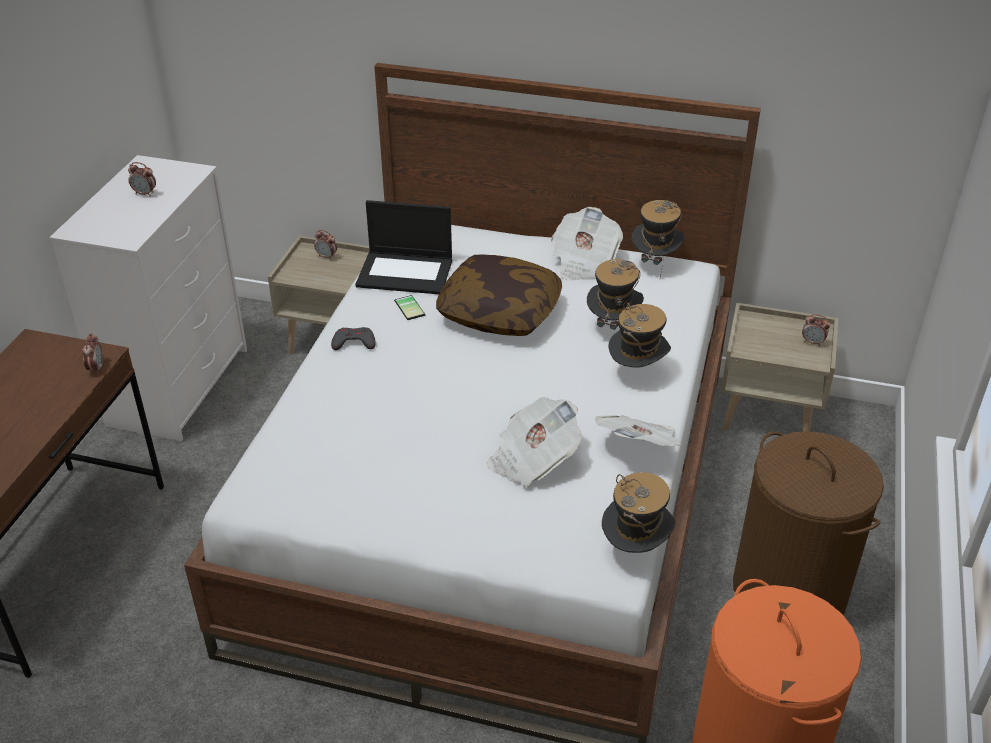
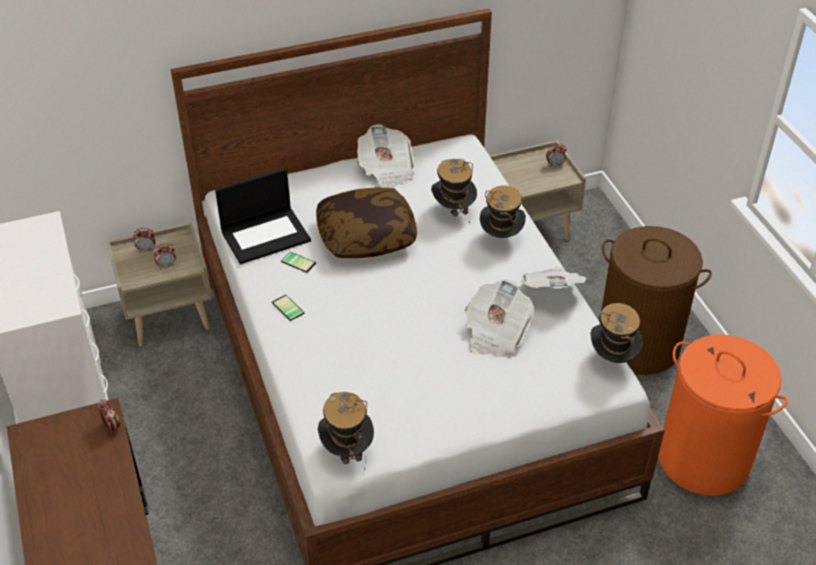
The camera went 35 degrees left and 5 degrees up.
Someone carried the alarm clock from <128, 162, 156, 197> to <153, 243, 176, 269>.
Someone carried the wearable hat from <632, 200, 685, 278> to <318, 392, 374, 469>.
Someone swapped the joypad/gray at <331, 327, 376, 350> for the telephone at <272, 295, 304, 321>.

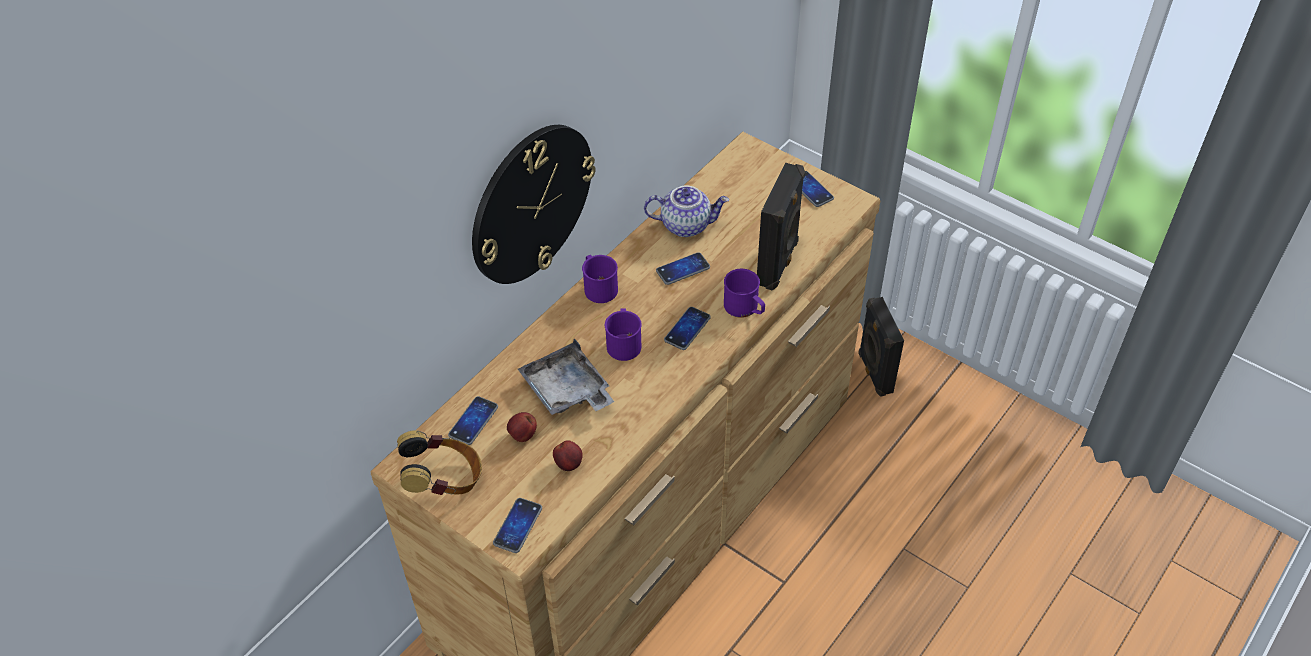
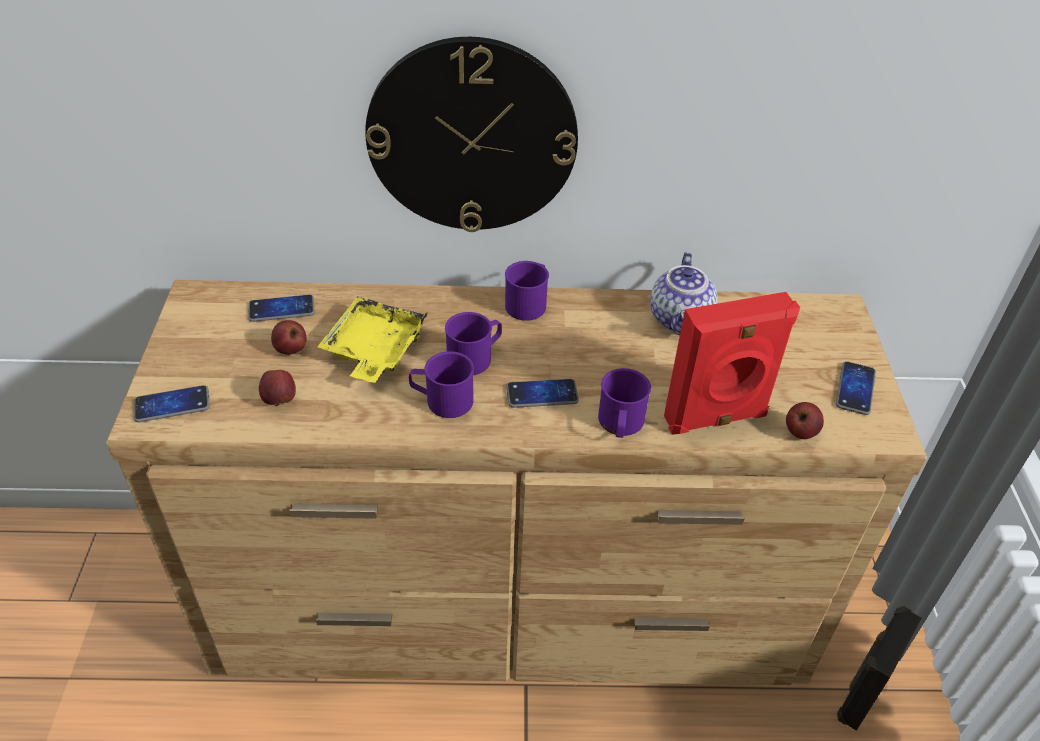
The camera went 50 degrees right and 5 degrees down.
Someone took away the pair of headphones at <397, 430, 482, 495>.
Someone took away the telephone at <656, 252, 710, 285>.
Someone put down the tea mug/purple at <409, 351, 474, 418>.
Someone put down the apple at <786, 402, 824, 439>.
Someone repainted the tray/gray at <518, 338, 614, 415>, which became the tray/yellow at <317, 296, 428, 383>.
Someone repainted the loudspeaker/blackish at <757, 163, 805, 291>, which became the loudspeaker/reddish at <664, 292, 800, 435>.
Someone rotated the tea pot at <644, 185, 729, 237> by 45 degrees clockwise.

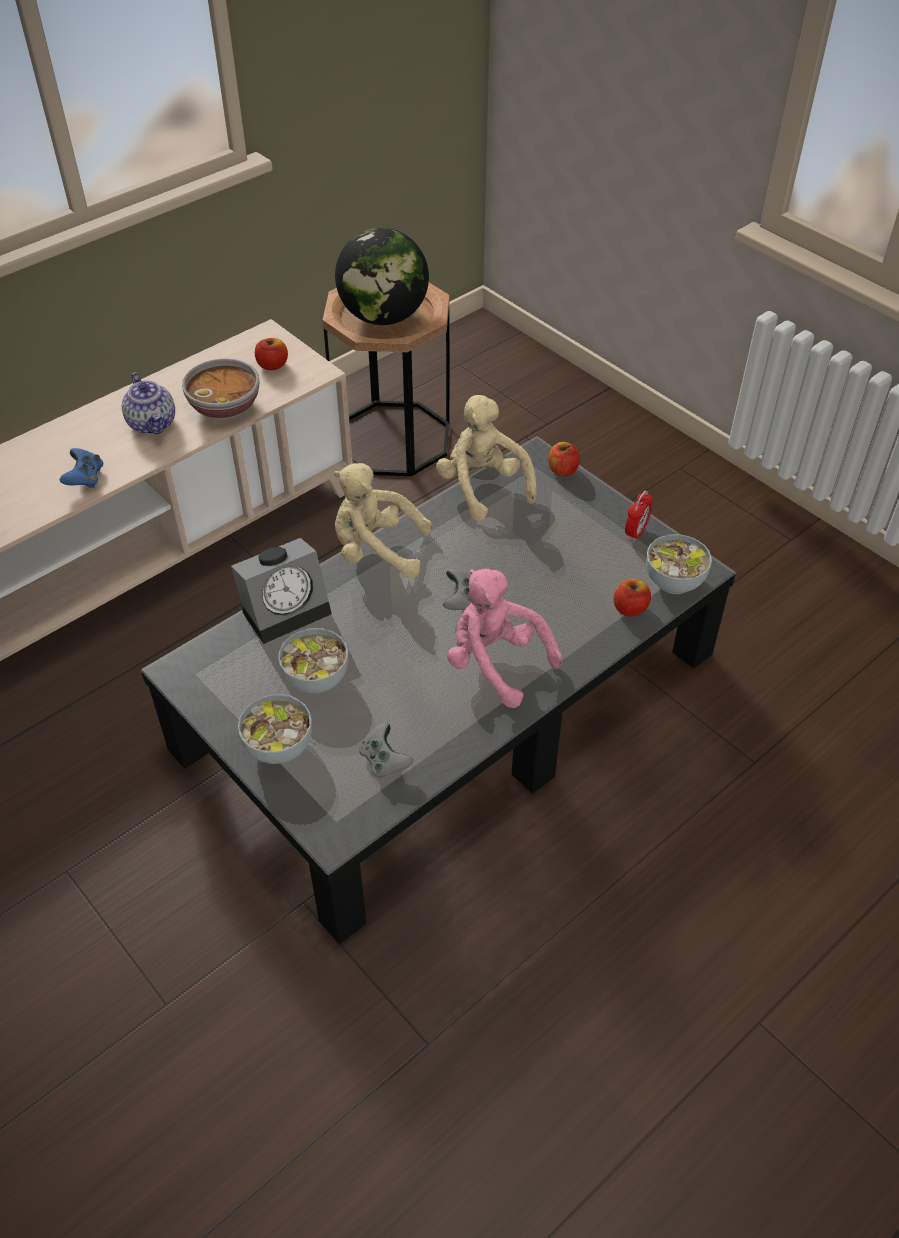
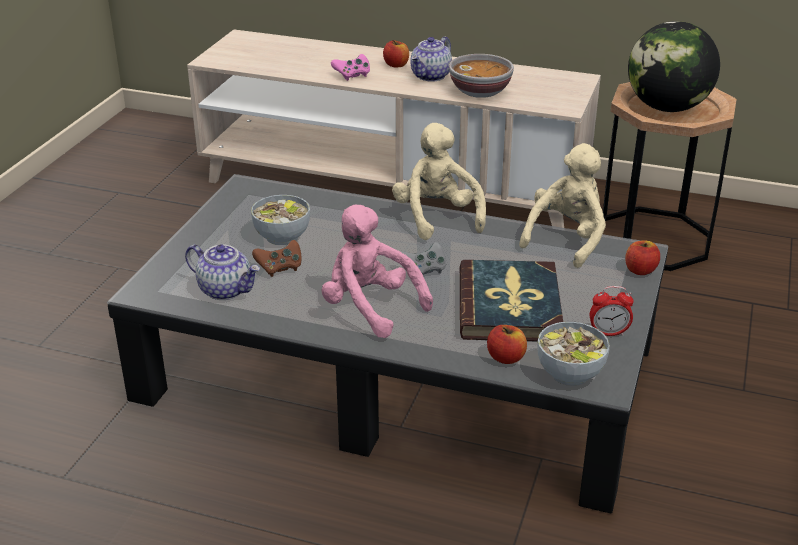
The camera went 60 degrees right and 15 degrees down.
Someone took away the alarm clock at <231, 538, 332, 644>.
Someone took away the deep dish at <238, 694, 312, 764>.
Someone put down the joypad/brownish at <252, 240, 302, 277>.
Someone put down the volume at <460, 260, 563, 342>.
Someone carried the apple from <255, 338, 288, 370> to <383, 40, 409, 67>.
Someone swapped the joypad/gray at <359, 723, 413, 778> for the tea pot at <185, 244, 260, 300>.
Someone repainted the joypad/blue-coloured at <60, 448, 103, 488>, which became the joypad/pink at <331, 54, 370, 81>.
Someone rotated the soft toy/pink at <447, 569, 563, 708> by 60 degrees counterclockwise.

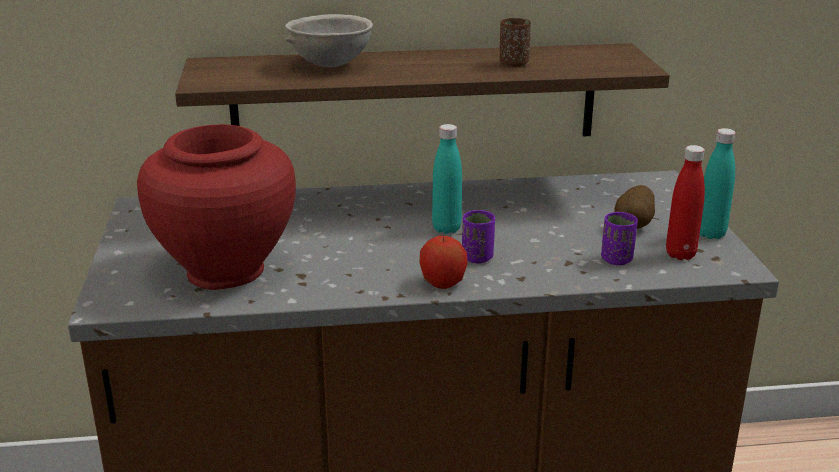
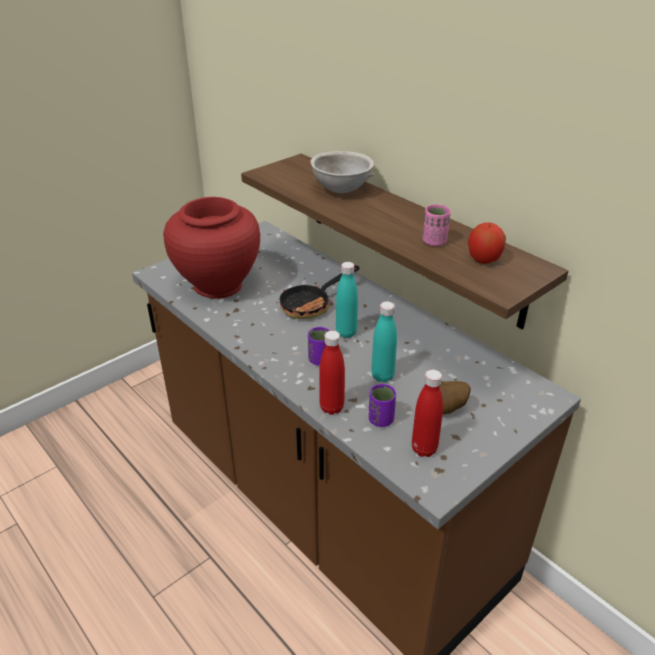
The camera went 55 degrees right and 10 degrees up.
Someone put down the frying pan at <280, 266, 359, 319>.
Someone put down the beverage bottle/reddish at <319, 331, 345, 415>.
Someone carried the apple from <419, 236, 468, 289> to <468, 222, 506, 264>.
Someone carried the beverage bottle/turquoise from <700, 128, 736, 239> to <371, 301, 397, 383>.
Someone repainted the cup/brownish at <500, 18, 531, 67>, which became the cup/pink at <422, 204, 451, 246>.

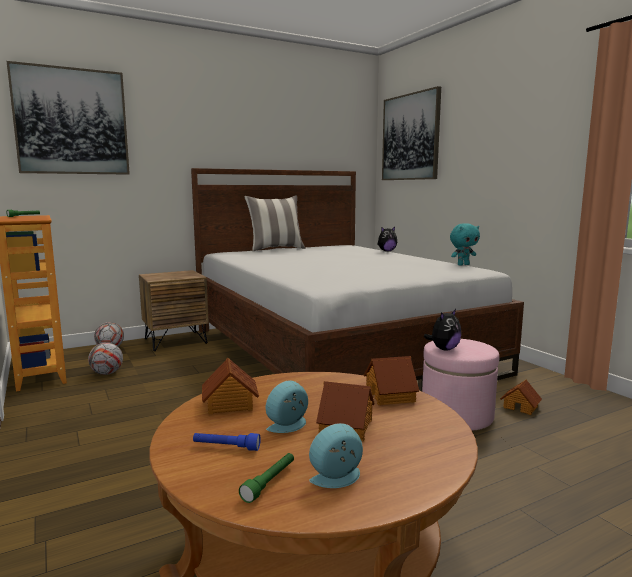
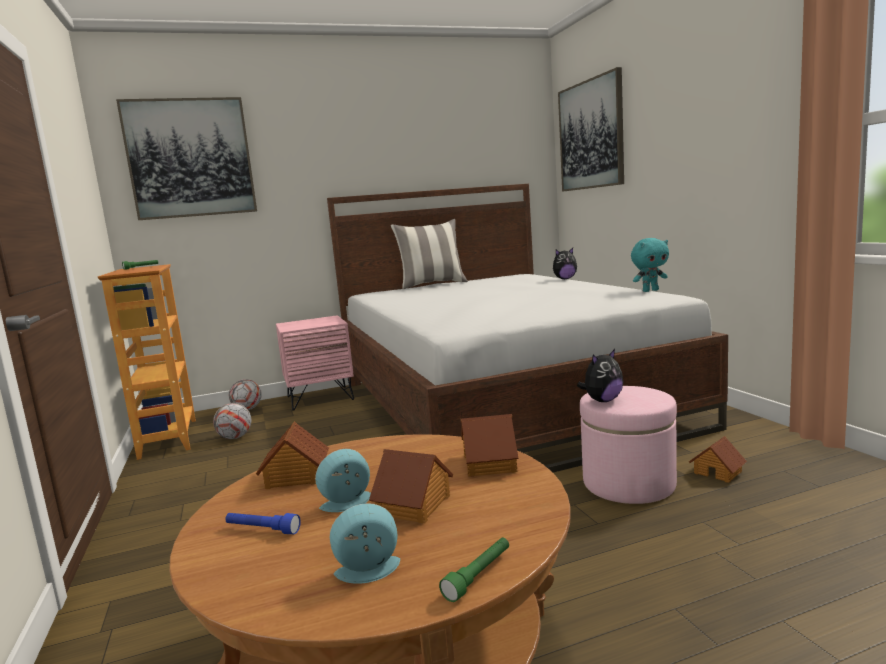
The camera went 10 degrees right and 0 degrees up.
Someone carried the hand torch/green from <239, 453, 294, 503> to <439, 538, 509, 602>.
Someone repainted the bedside table/brownish at <139, 270, 209, 351>, which became the bedside table/pink at <276, 315, 354, 411>.

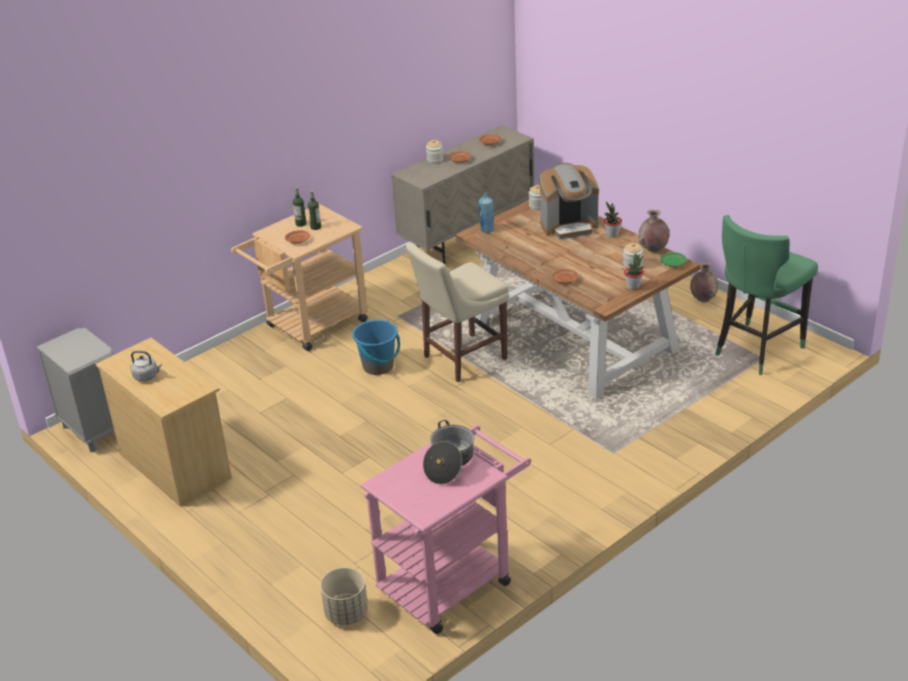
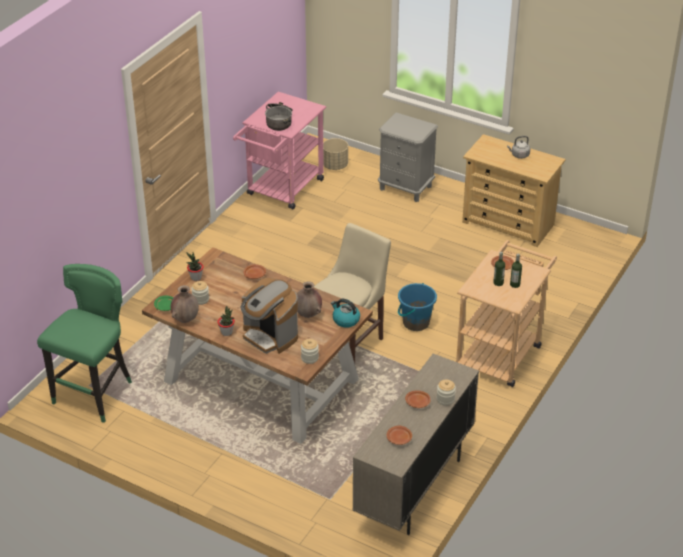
The camera went 160 degrees right and 5 degrees up.
Someone carried the bedside table/gray from <36, 328, 114, 452> to <378, 113, 438, 202>.
Someone carried the decorative vase/brownish from <690, 262, 719, 302> to <297, 281, 322, 318>.
Someone swapped the beverage bottle/blue-coloured at <479, 192, 494, 233> for the water kettle at <331, 299, 360, 328>.
Someone rotated the coffee maker at <539, 163, 599, 239> by 105 degrees counterclockwise.

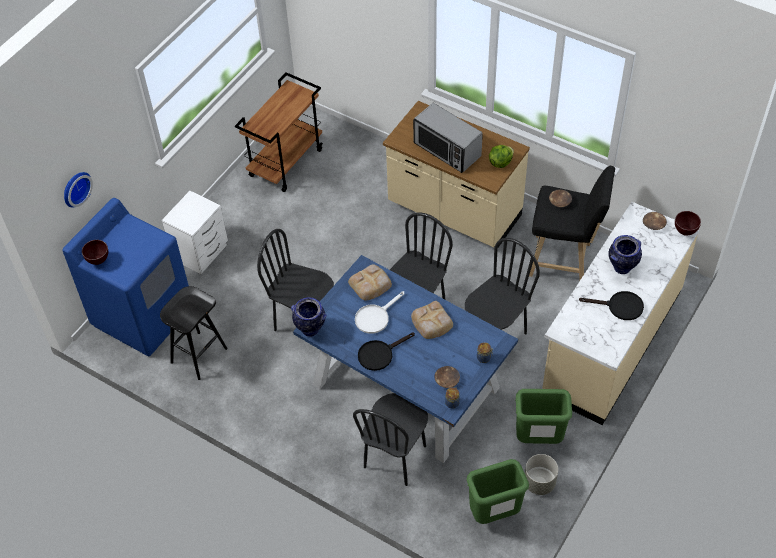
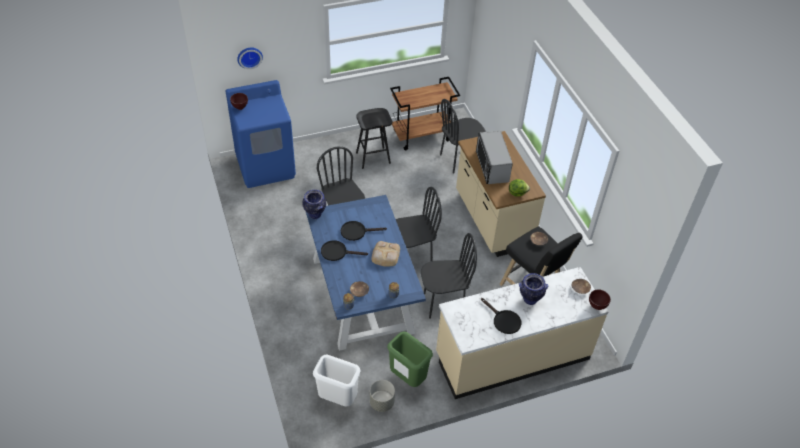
The camera went 35 degrees right and 5 degrees down.
Someone took away the bedside table/whitish at <162, 191, 228, 274>.
Someone took away the bakery bread at <348, 264, 392, 300>.
Someone carried the stool seat/blackish from <160, 286, 228, 380> to <356, 108, 392, 169>.
Someone carried the plain chair/blackish from <353, 393, 428, 486> to <440, 99, 486, 173>.
Someone repainted the frying pan/whitish at <355, 291, 404, 334>, which became the frying pan/blackish at <341, 221, 387, 241>.
Someone repainted the waste bin/green at <467, 459, 529, 524>, which became the waste bin/whitish at <313, 355, 361, 407>.

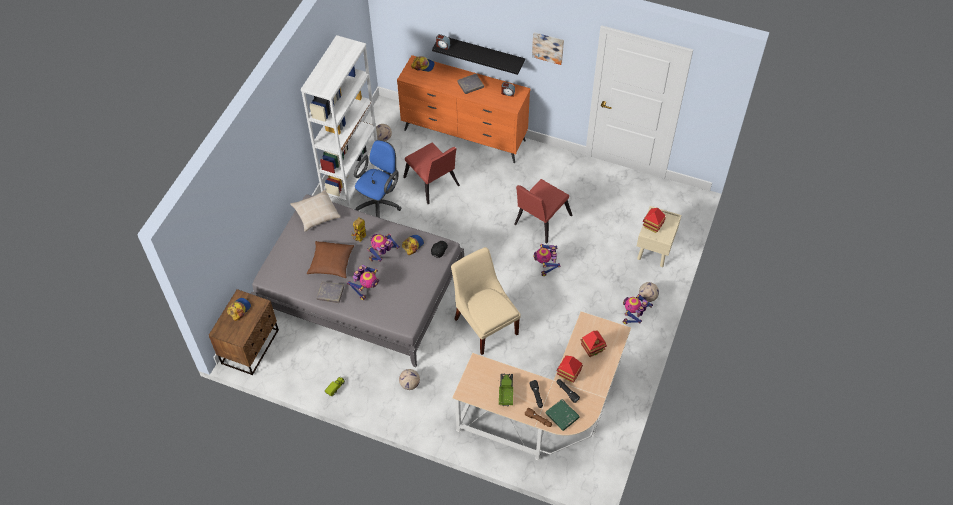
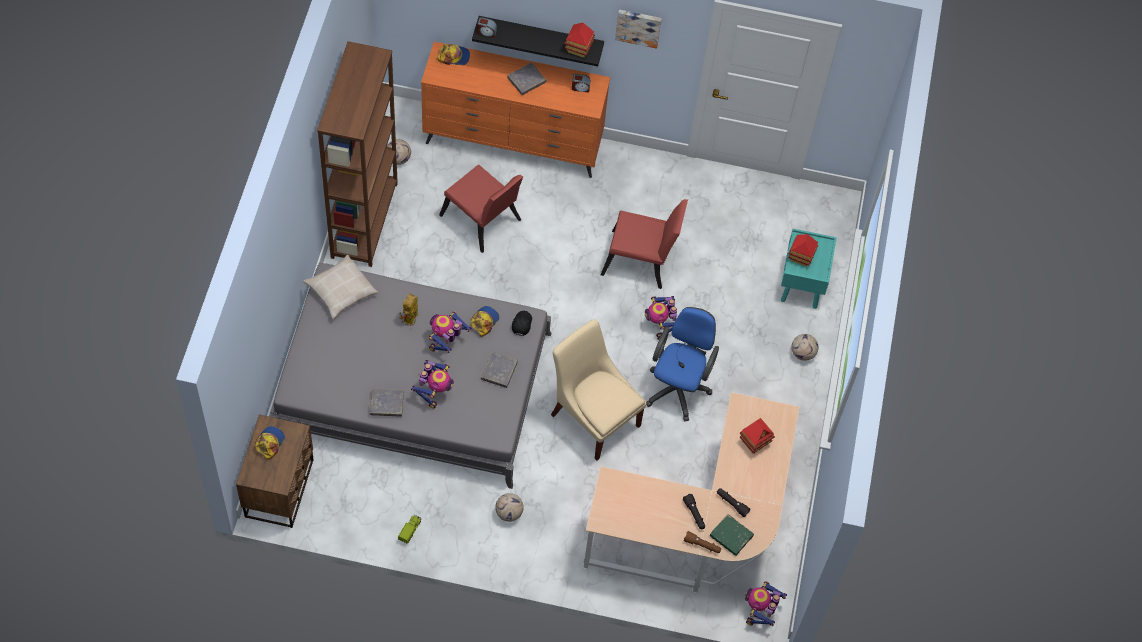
The camera went 15 degrees left and 5 degrees up.
Someone took away the cushion/brownish at <307, 241, 354, 278>.
Someone took away the model truck at <499, 374, 513, 407>.
Someone put down the volume/gray at <481, 352, 518, 388>.
Someone carried the office chair/blue-coloured from <354, 140, 402, 218> to <646, 307, 719, 421>.
Someone carried the toy house from <557, 355, 583, 383> to <565, 23, 595, 58>.
Someone carried the toy robot from <623, 294, 653, 324> to <745, 581, 787, 626>.
Someone repainted the bookshelf/whitish at <301, 35, 377, 206>, which became the bookshelf/brownish at <317, 41, 398, 267>.
Someone repainted the bedside table/beige at <637, 206, 682, 267>, which became the bedside table/turquoise at <781, 229, 837, 309>.
Someone rotated the plain chair/reddish at <514, 179, 572, 243> by 105 degrees counterclockwise.

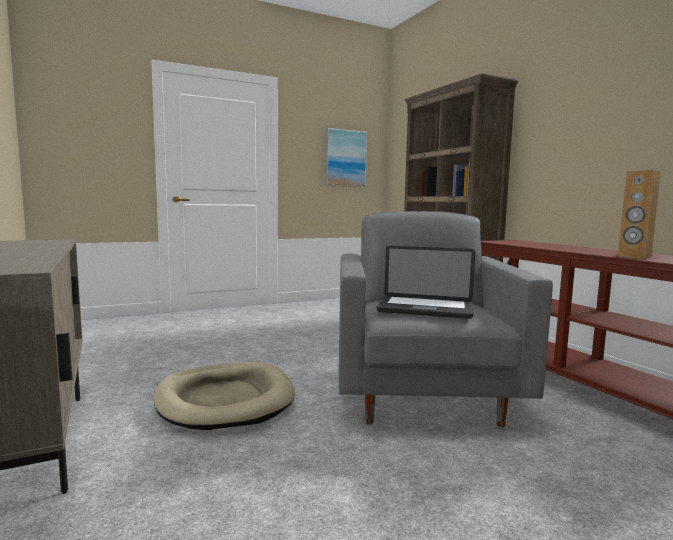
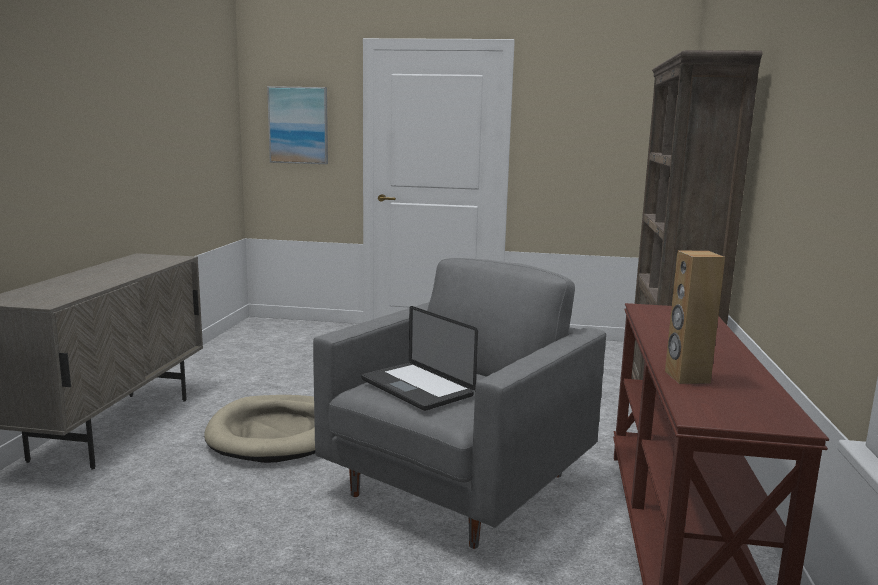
The camera went 35 degrees right and 5 degrees up.
Someone carried the picture from <325, 128, 367, 187> to <267, 86, 328, 164>.

